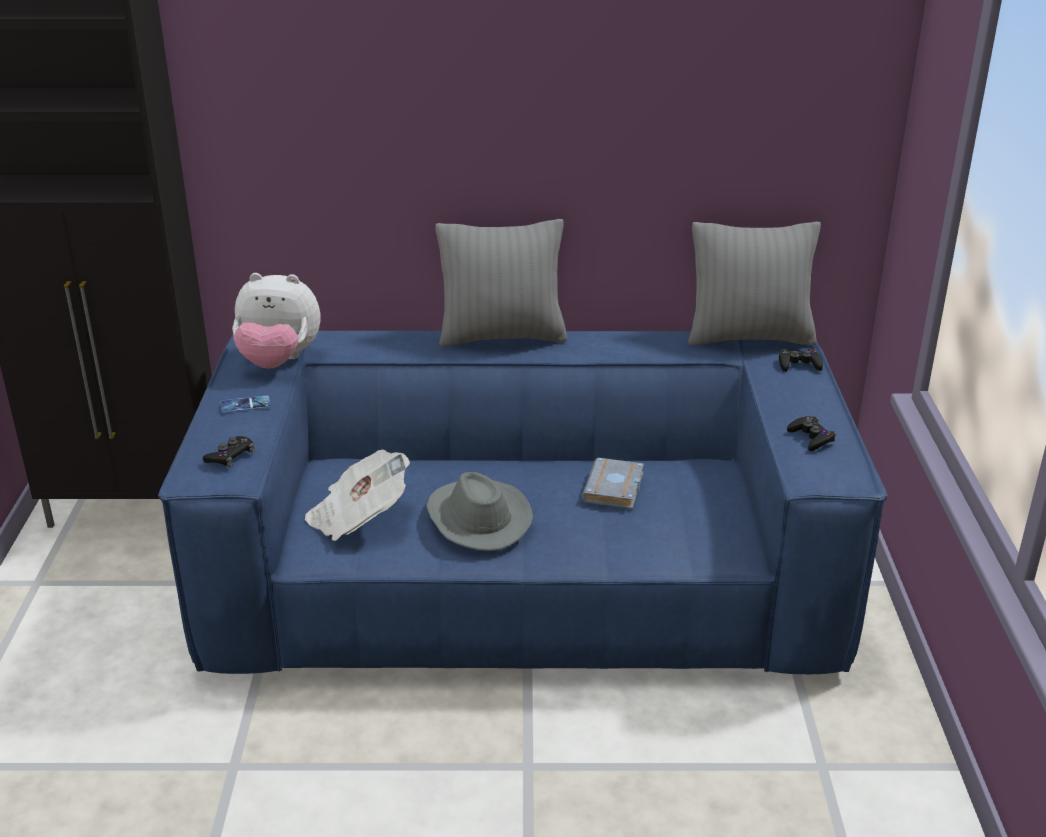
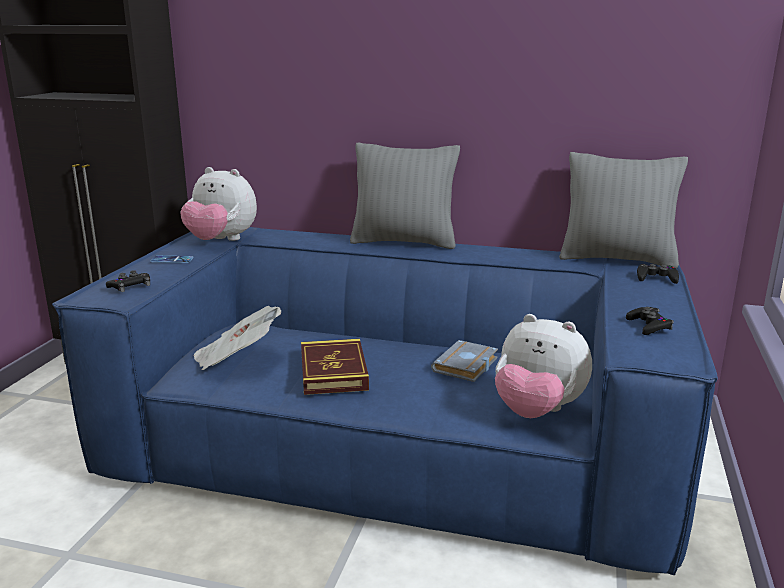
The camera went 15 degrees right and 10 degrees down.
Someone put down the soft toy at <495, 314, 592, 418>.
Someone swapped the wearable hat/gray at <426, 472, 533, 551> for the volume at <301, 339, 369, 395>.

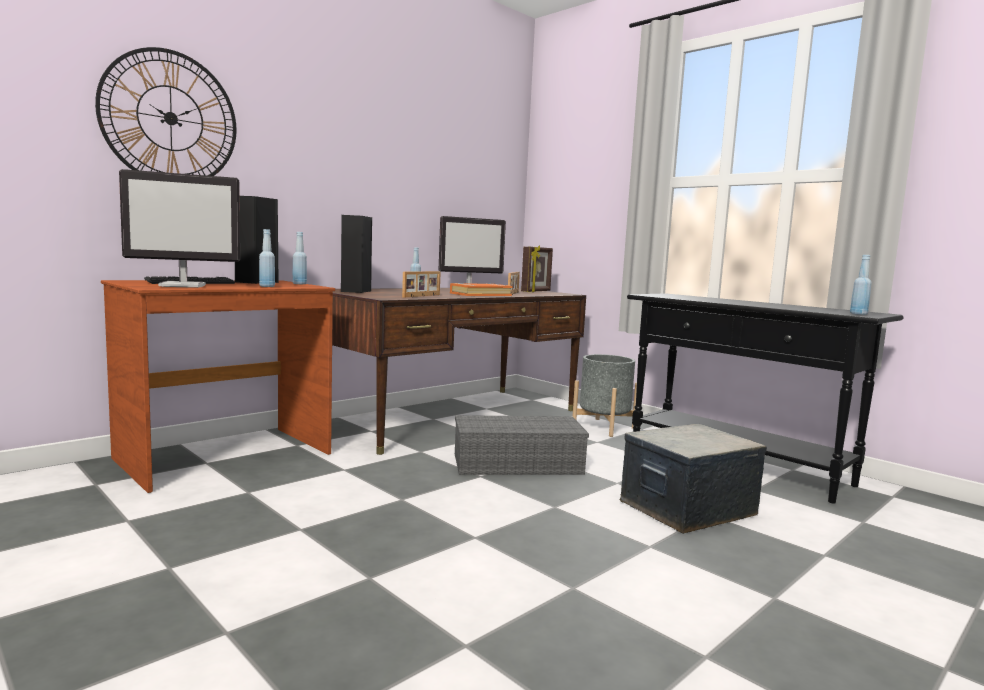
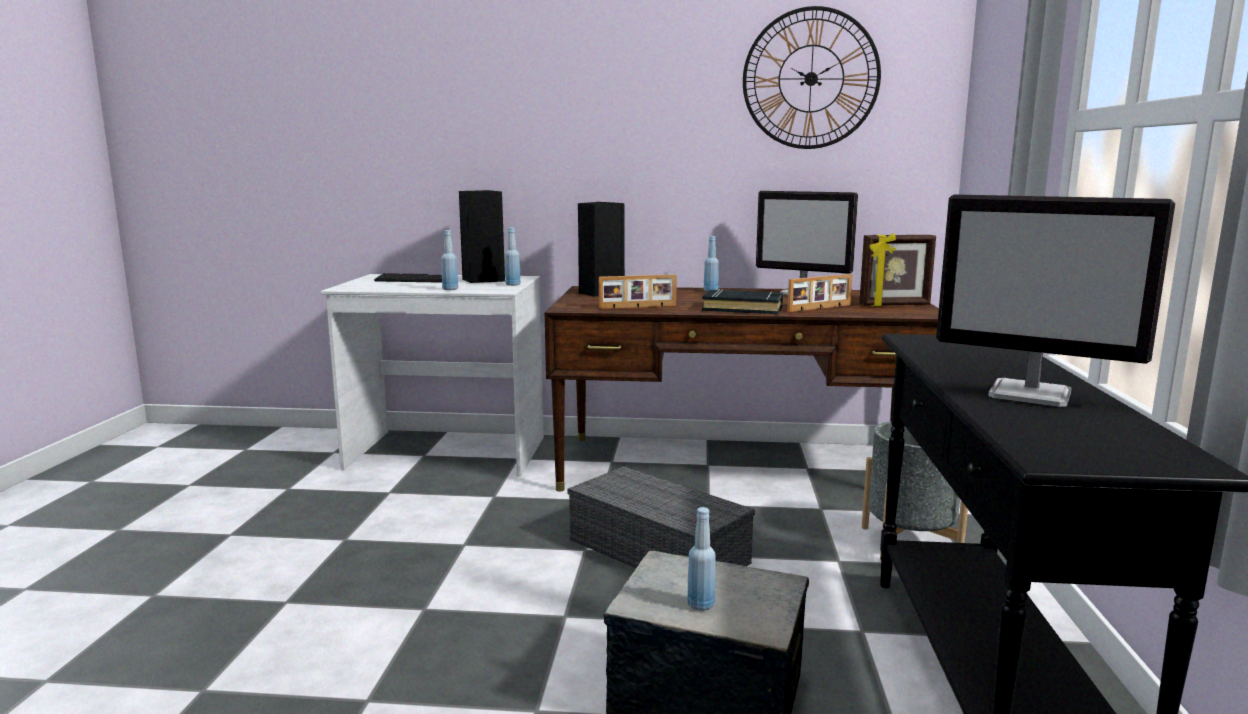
The camera went 50 degrees right and 5 degrees up.
Someone carried the wall clock from <95, 47, 237, 176> to <743, 6, 881, 149>.
Someone carried the computer display from <119, 169, 240, 288> to <936, 195, 1175, 407>.
Someone carried the beverage bottle/blue-coloured from <850, 255, 872, 315> to <687, 507, 716, 611>.
Someone repainted the desk/brownish at <101, 280, 335, 493>, which became the desk/whitish at <321, 274, 544, 477>.
Someone repainted the volume/orange-coloured at <450, 283, 512, 296>, which became the volume/blackish at <702, 289, 783, 314>.

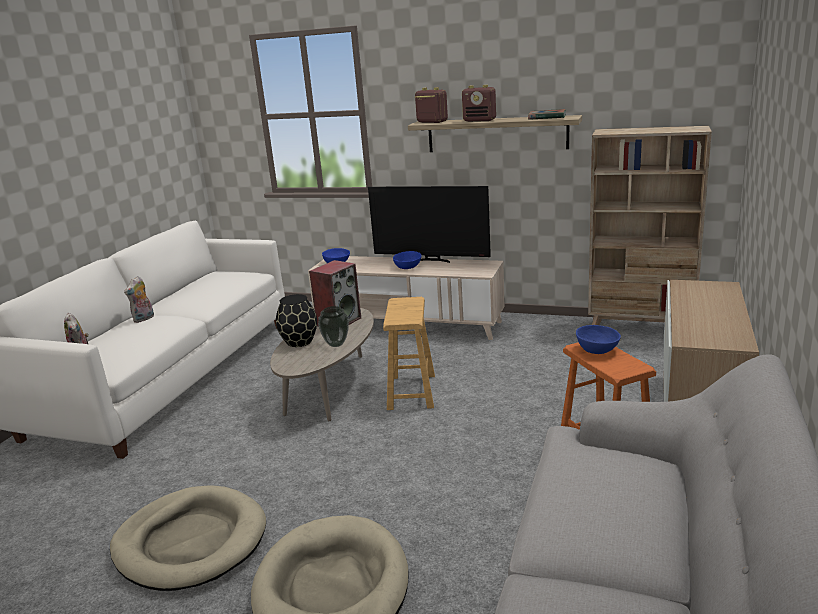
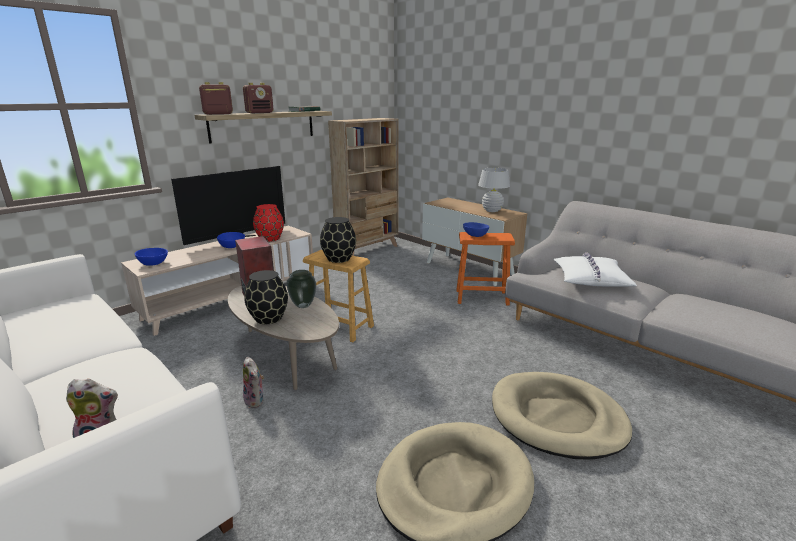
The camera went 65 degrees left and 0 degrees up.
Someone put down the decorative vase/reddish at <253, 204, 284, 242>.
Someone put down the decorative vase/blackish at <320, 217, 356, 263>.
Someone put down the tabletop lamp/whitish at <478, 168, 510, 212>.
Someone put down the cushion/whitish at <553, 252, 637, 287>.
Someone carried the soft toy from <124, 276, 154, 323> to <243, 357, 264, 408>.

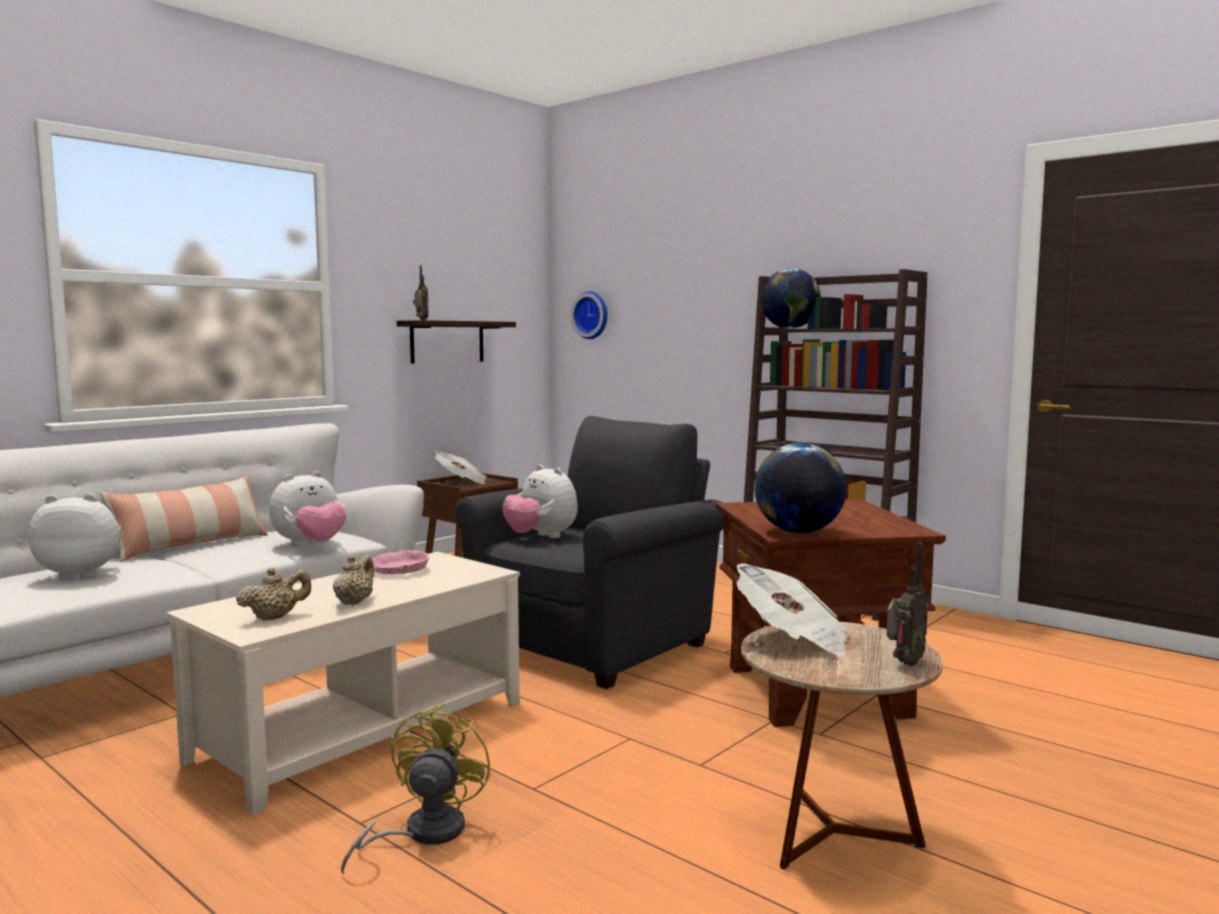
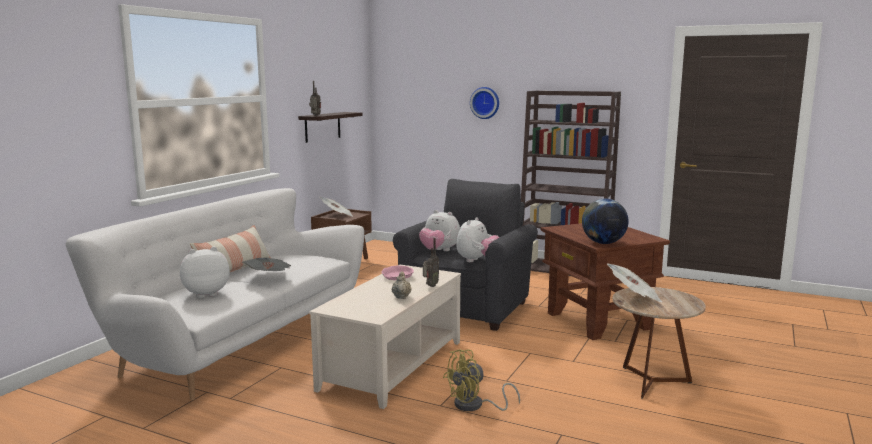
The camera went 15 degrees left and 5 degrees up.
Someone took away the tea pot/beige at <236, 567, 311, 621>.
Someone took away the desk globe at <761, 268, 821, 329>.
Someone put down the printed paper at <242, 258, 291, 271>.
Someone carried the soft toy from <269, 471, 346, 546> to <456, 217, 499, 262>.
Someone carried the wall clock from <571, 291, 608, 339> to <470, 87, 499, 119>.
Someone carried the radio set from <886, 543, 928, 666> to <423, 238, 439, 287>.
Someone rotated the electric fan/yellow at <341, 704, 491, 874> by 120 degrees counterclockwise.

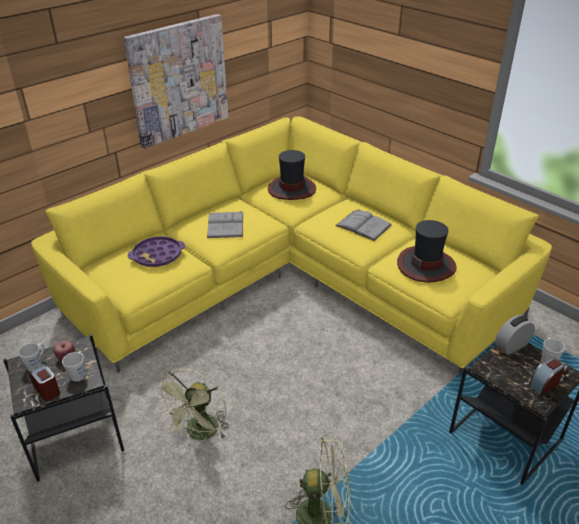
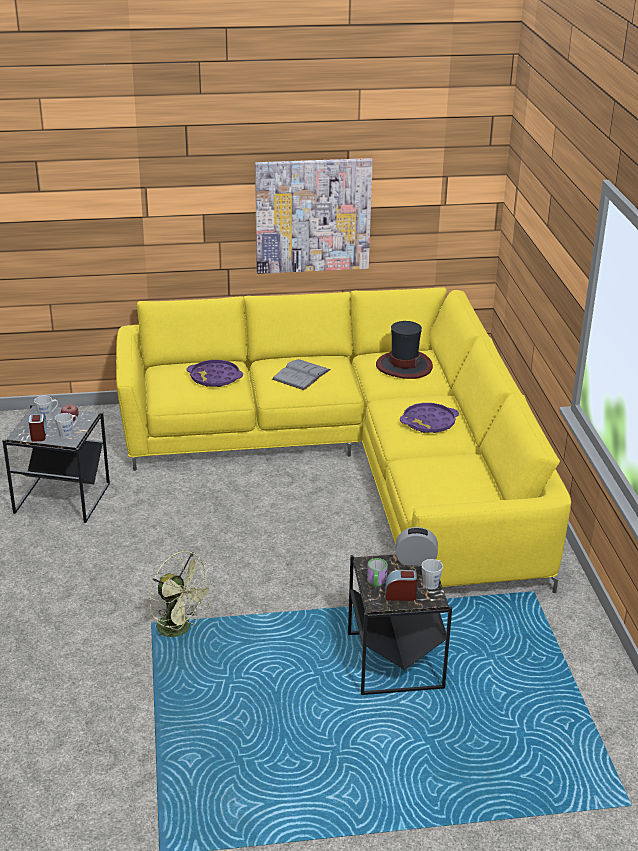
The camera went 35 degrees right and 5 degrees down.
Someone took away the electric fan/green at <155, 369, 230, 440>.
Someone took away the wearable hat at <397, 220, 457, 282>.
Someone put down the tea mug at <367, 558, 388, 587>.
Someone swapped the volume/gray at <335, 209, 392, 241> for the tray/purple at <400, 403, 459, 433>.

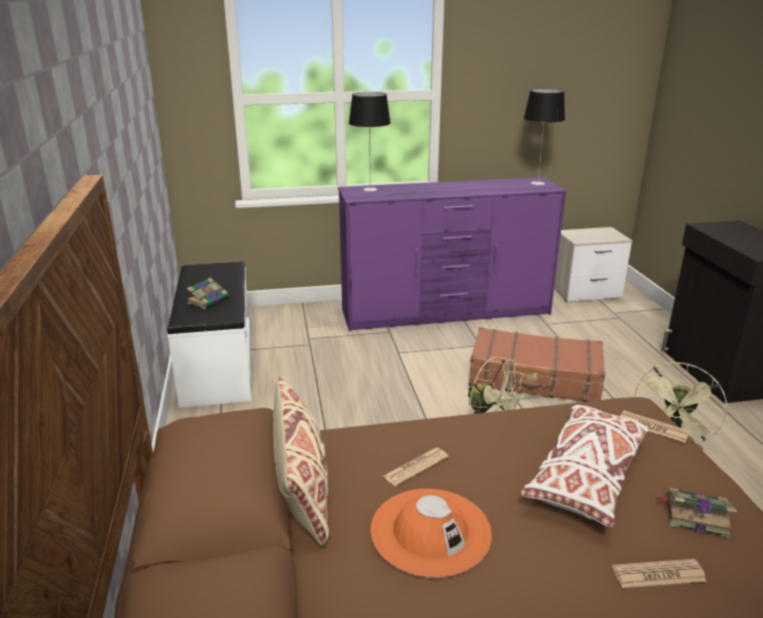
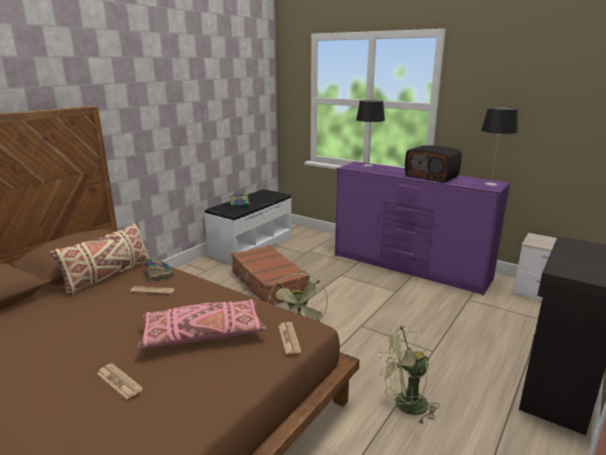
The camera went 45 degrees right and 5 degrees down.
Someone took away the wearable hat/orange-coloured at <370, 489, 492, 578>.
Someone put down the radio set at <405, 145, 462, 183>.
Someone carried the suitcase/brownish from <469, 327, 605, 402> to <231, 245, 310, 305>.
Someone carried the volume from <657, 488, 737, 538> to <145, 257, 173, 282>.
Someone repainted the cushion/whitish at <520, 405, 649, 527>, which became the cushion/pink at <137, 299, 267, 349>.

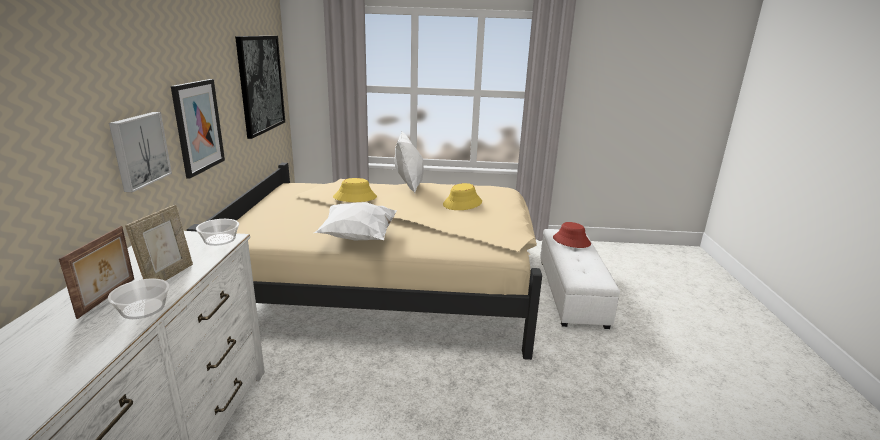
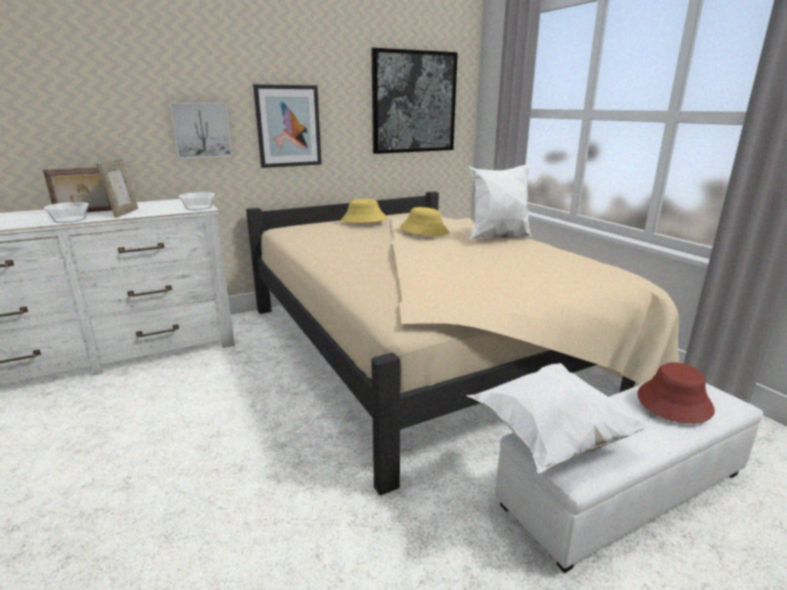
The camera went 60 degrees right and 0 degrees up.
Someone carried the cushion/whitish from <314, 202, 397, 240> to <466, 363, 654, 473>.
Someone carried the wearable hat/yellow from <443, 183, 482, 210> to <341, 199, 388, 223>.
Someone rotated the photo frame at <125, 205, 193, 281> by 75 degrees counterclockwise.

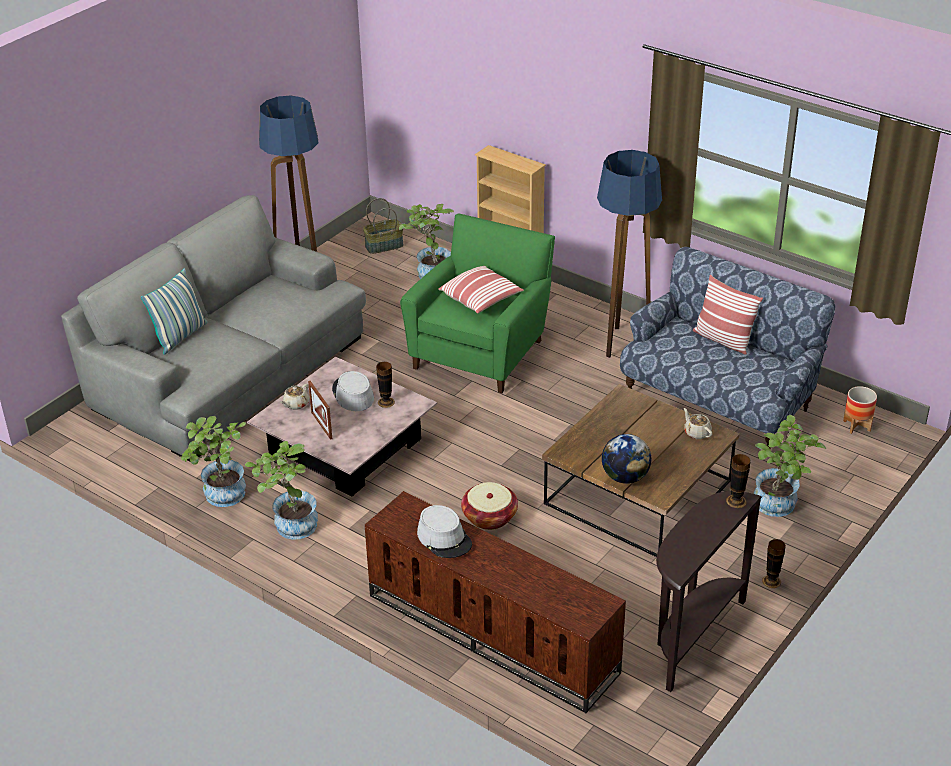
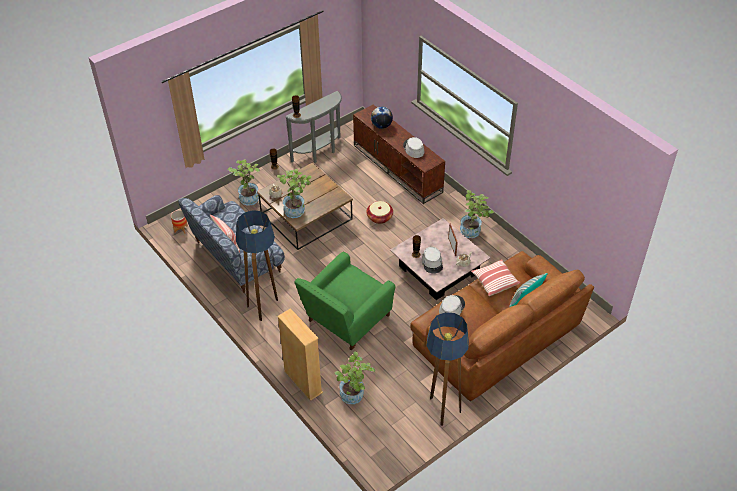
The camera went 165 degrees left and 10 degrees up.
Someone took away the storage basket at <363, 198, 404, 254>.
Someone put down the wearable hat/gray at <439, 295, 465, 315>.
Someone carried the plant in a pot from <180, 416, 246, 507> to <277, 169, 312, 218>.
Someone carried the cushion from <438, 266, 524, 314> to <471, 259, 520, 296>.
Someone carried the desk globe from <602, 434, 651, 484> to <371, 107, 393, 129>.
Someone repainted the settee/gray at <61, 195, 366, 462>, which became the settee/brownish at <410, 251, 594, 402>.
Someone repainted the hall table/brownish at <656, 491, 762, 692>, which became the hall table/gray at <285, 91, 342, 163>.

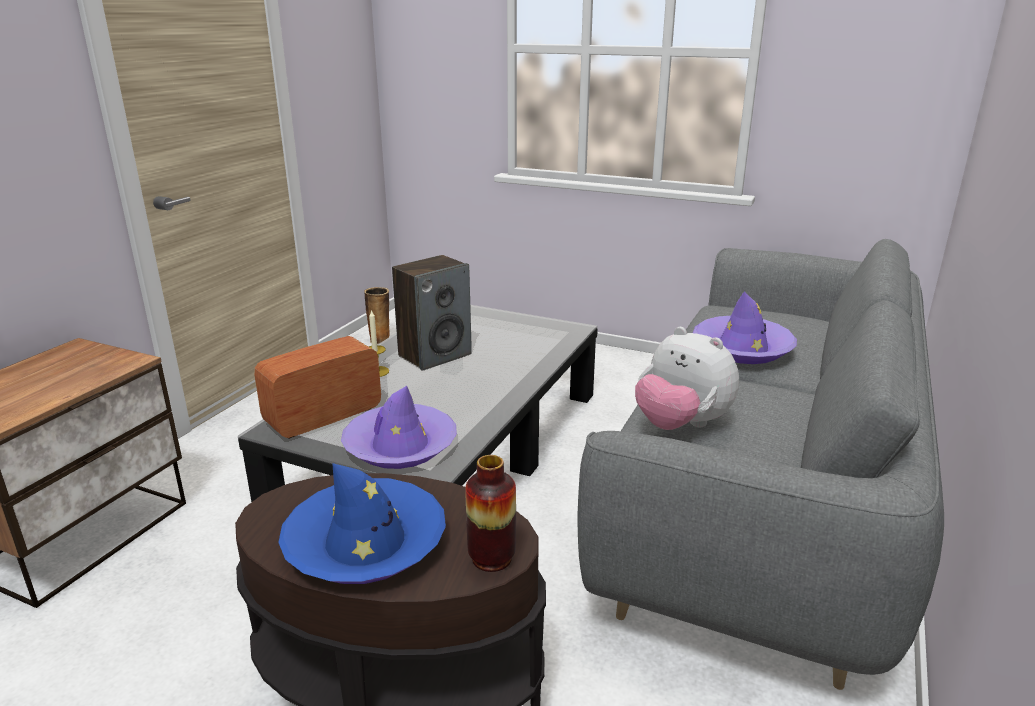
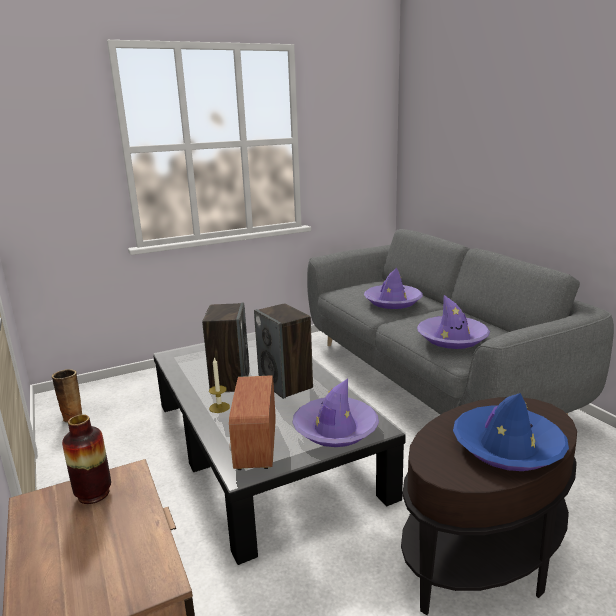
The camera went 50 degrees left and 5 degrees down.
Someone put down the loudspeaker at <254, 303, 313, 399>.
Someone carried the decorative vase from <466, 455, 516, 572> to <62, 414, 111, 504>.
Someone swapped the soft toy at <635, 327, 739, 430> for the wearable hat/purple at <417, 295, 490, 349>.

